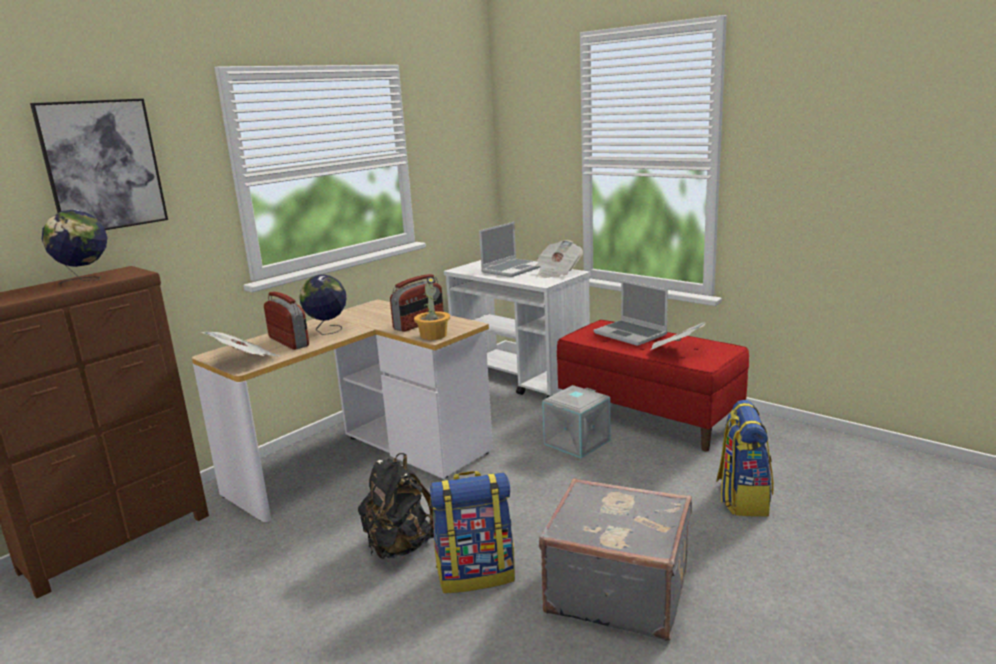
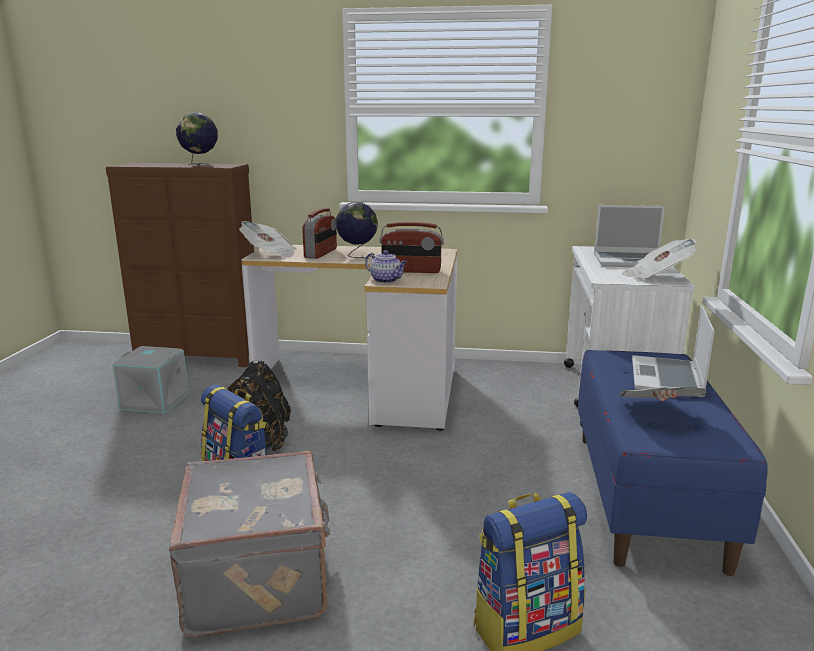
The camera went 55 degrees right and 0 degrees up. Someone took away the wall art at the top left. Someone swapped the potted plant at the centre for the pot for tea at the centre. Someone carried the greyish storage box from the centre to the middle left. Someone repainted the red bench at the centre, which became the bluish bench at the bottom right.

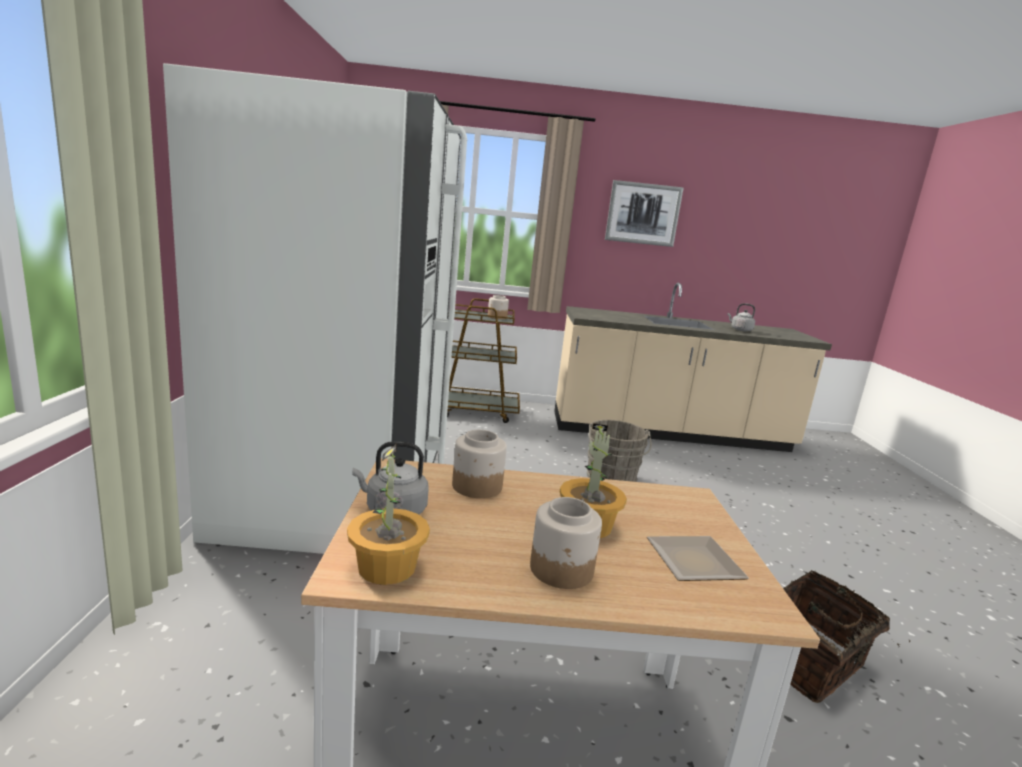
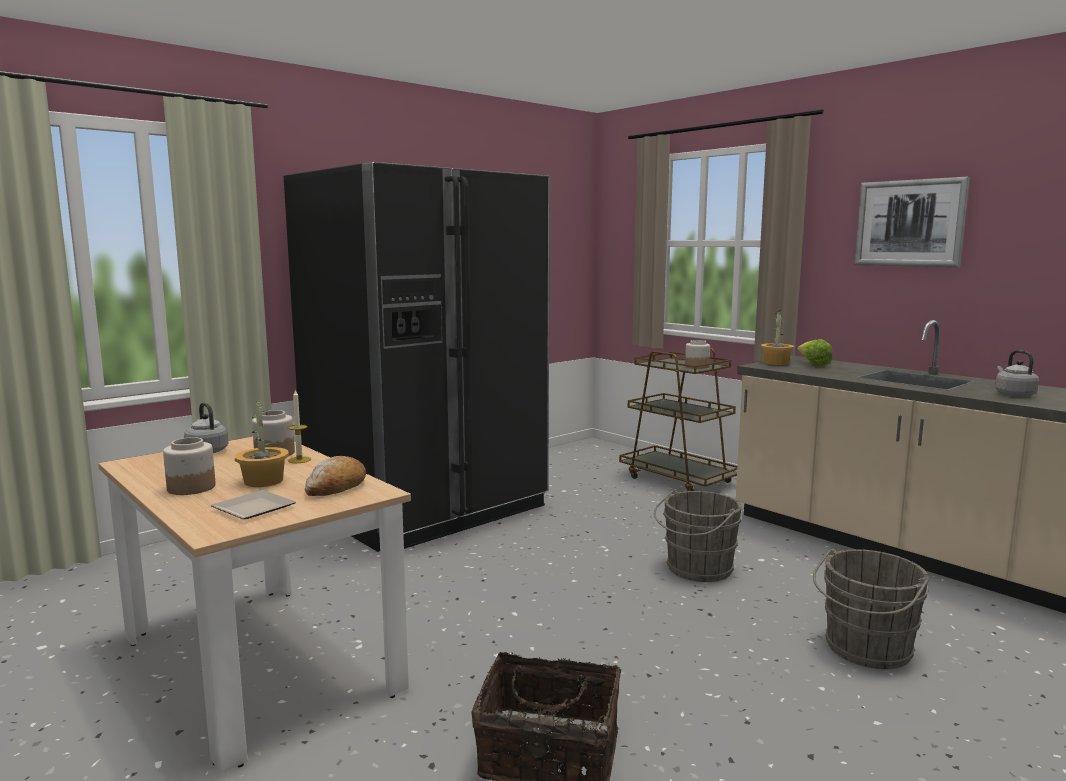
The camera went 50 degrees right and 5 degrees down. Someone repainted the white-coloured fridge at the middle left, which became the black fridge at the centre. Someone carried the potted plant (1st from left in the first image) from the bottom centre to the middle right. Someone put down the wax candle at the middle left. Someone put down the bakery bread at the middle left. Someone put down the head of lettuce at the middle right. Someone put down the greyish water bucket (2nd from left) at the bottom right.

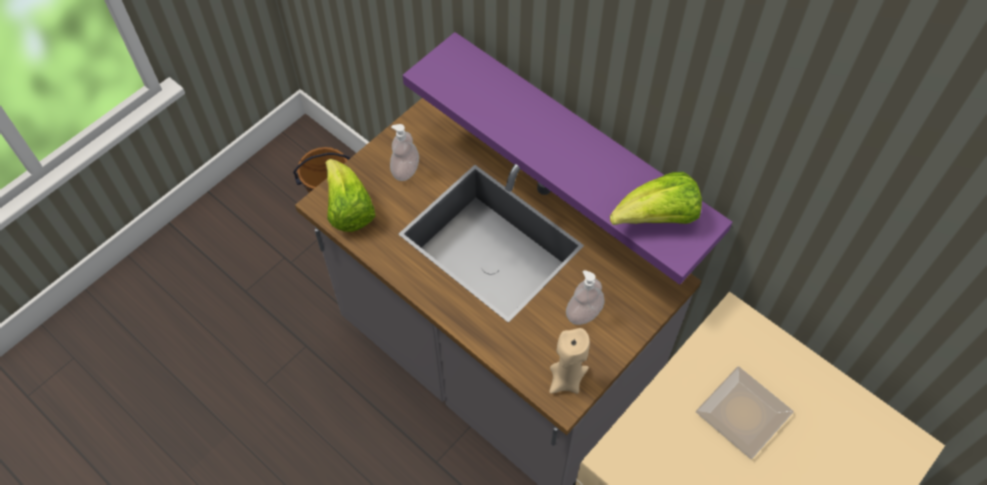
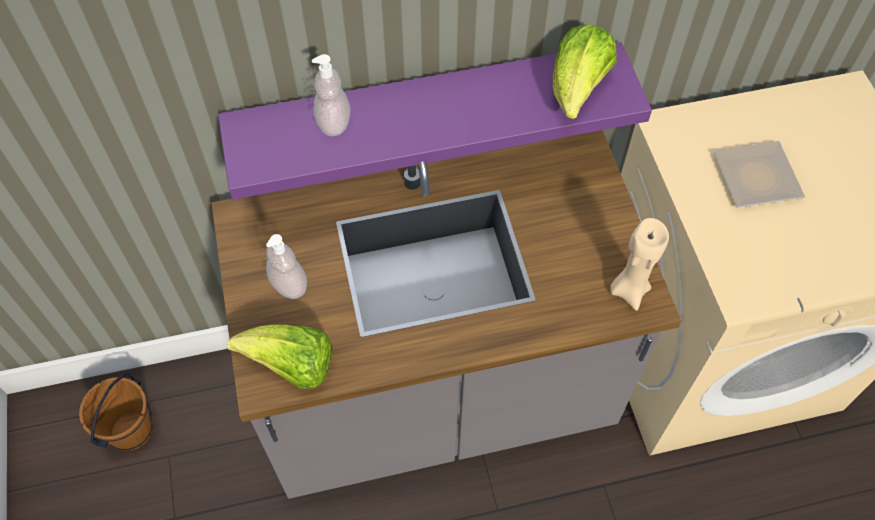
The camera went 55 degrees left and 0 degrees up. Someone carried the soap dispenser (2nd from left) from the centre to the top centre.

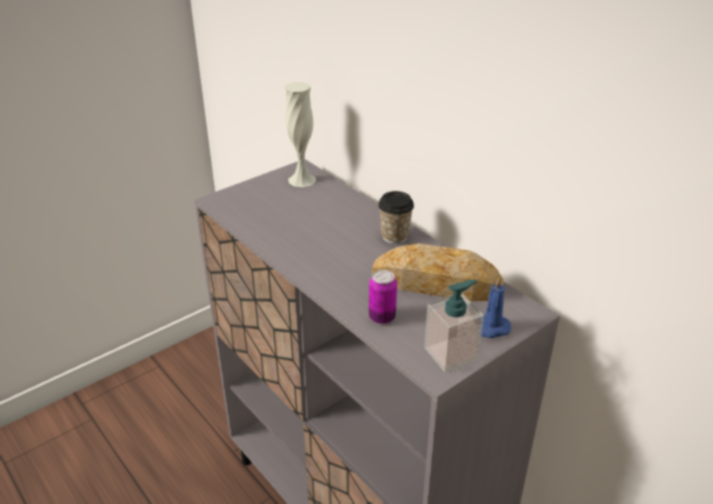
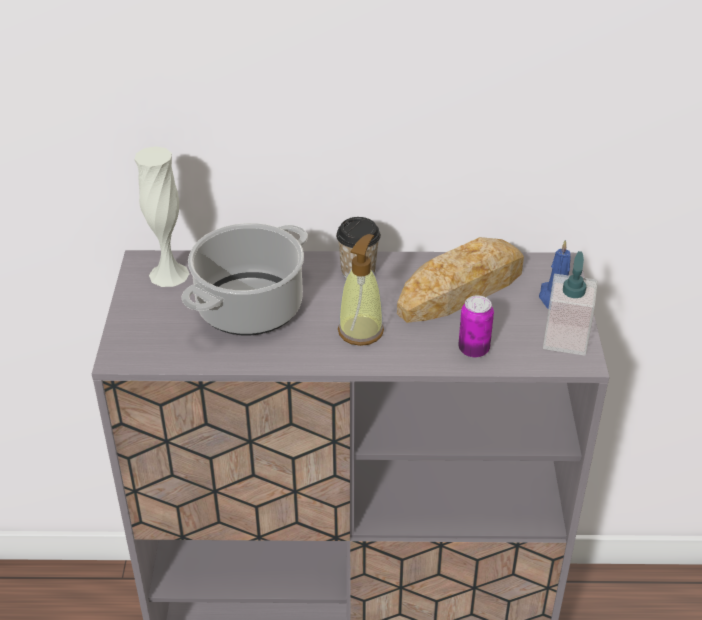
The camera went 50 degrees left and 5 degrees up. Someone put down the stockpot at the centre. Someone put down the soap dispenser (1st from left) at the centre.

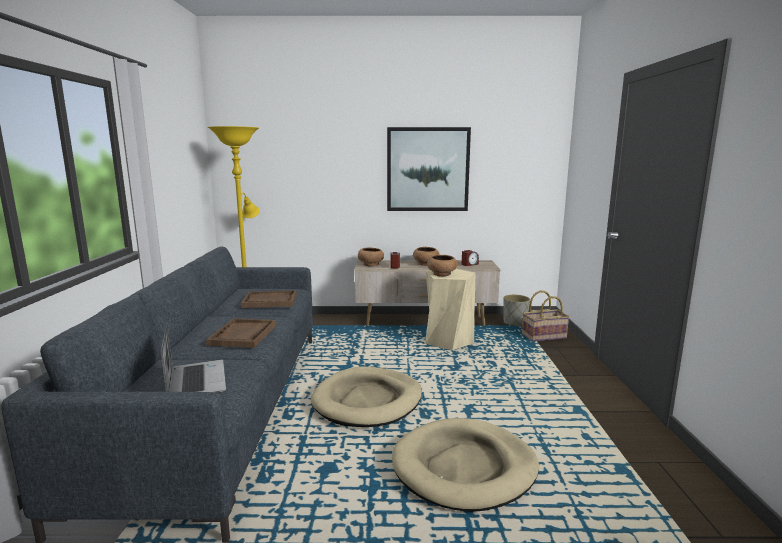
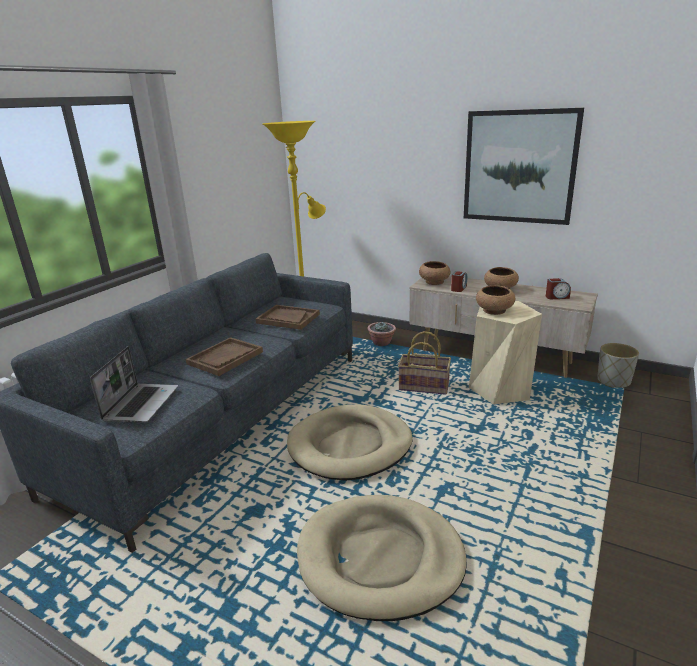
The camera went 30 degrees right and 10 degrees up. Someone carried the basket from the middle right to the centre. Someone put down the potted plant at the centre.

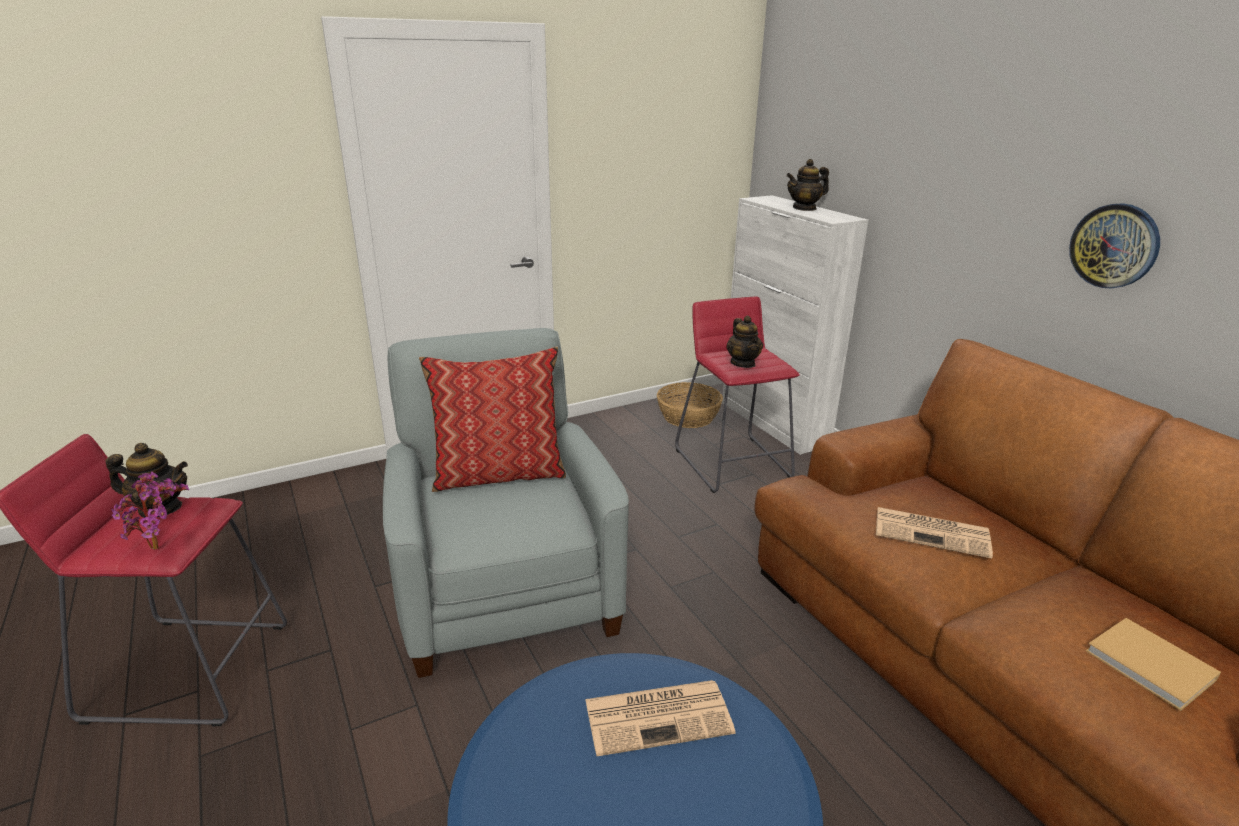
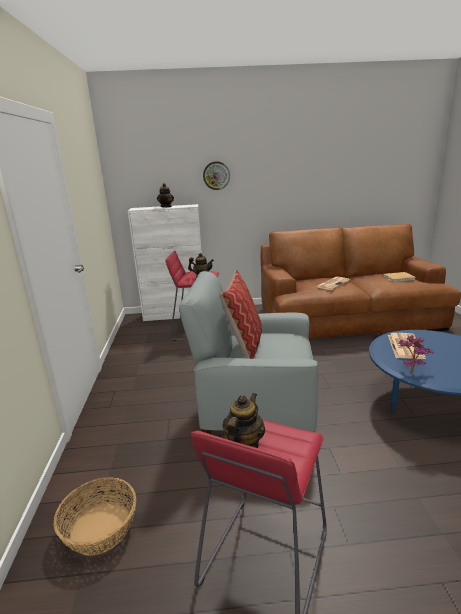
The camera went 65 degrees left and 5 degrees down. Someone carried the potted plant from the middle left to the middle right. Someone carried the basket from the centre to the bottom left. Someone carried the wall clock from the top right to the top centre.

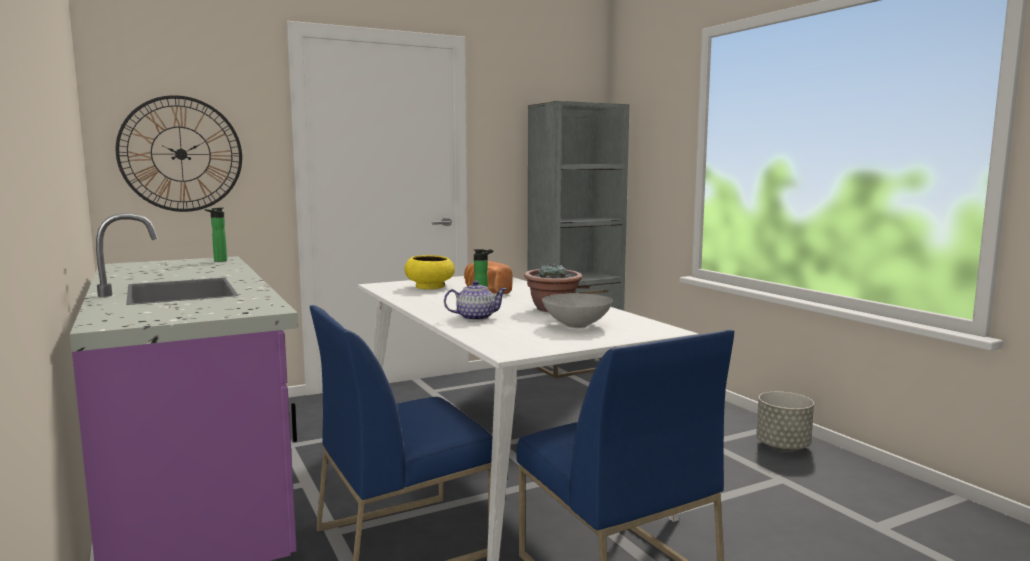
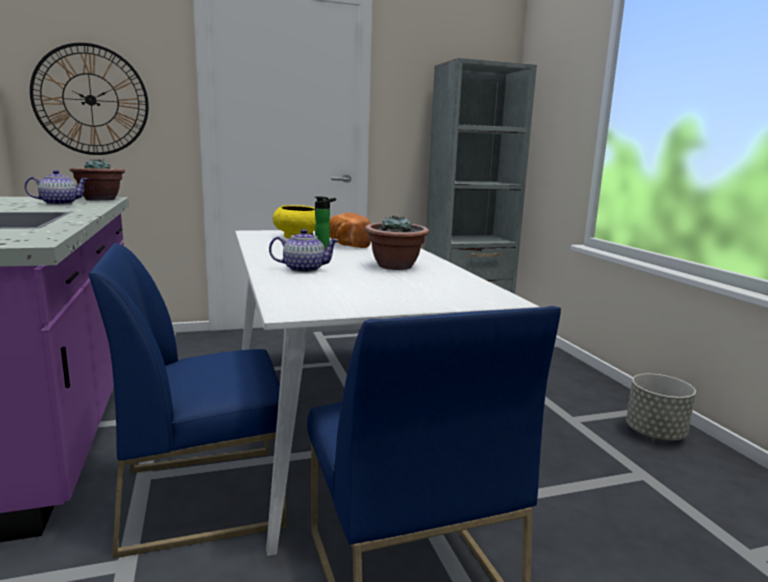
The camera went 10 degrees right and 5 degrees up. Someone swapped the beverage bottle (1st from left) at the middle left for the potted plant (1st from left) at the top left. Someone took away the greyish serving bowl at the centre. Someone put down the pot for tea (1st from left) at the top left.

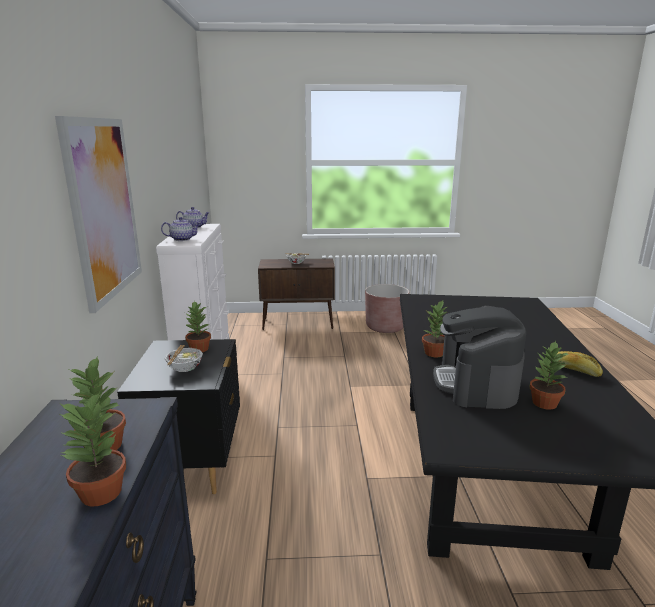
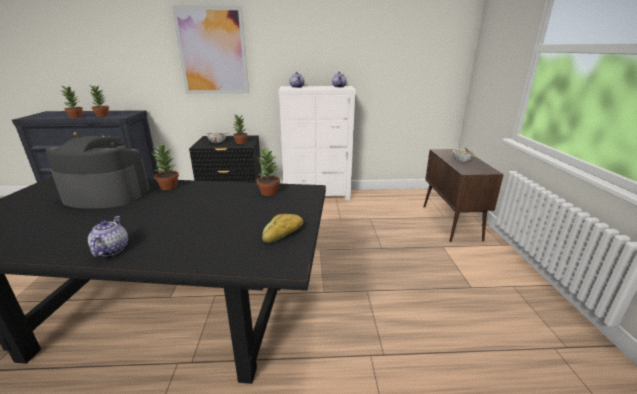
The camera went 90 degrees right and 5 degrees up. Someone took away the brown-coloured planter at the centre. Someone carried the potted plant (5th from left) from the middle right to the centre. Someone carried the bakery bread from the middle right to the centre. Someone put down the pot for tea (1st from left) at the middle left.

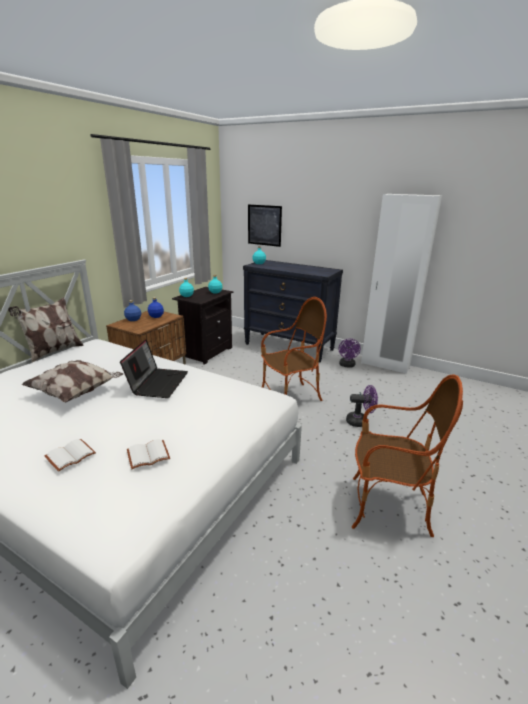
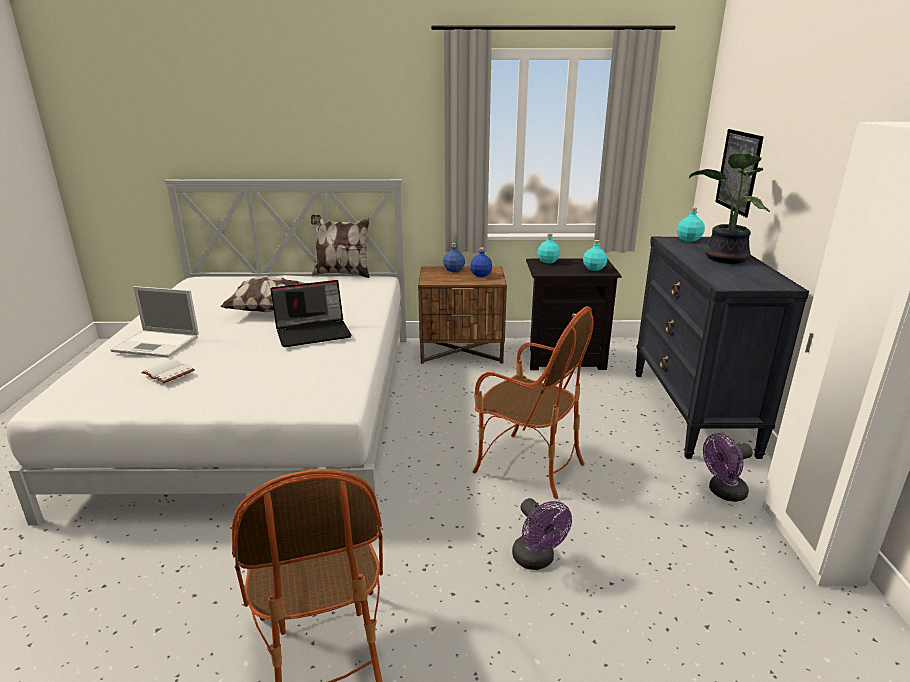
The camera went 60 degrees right and 0 degrees up. Someone swapped the white-coloured bound book (1st from left) at the middle left for the laptop (1st from left) at the middle left. Someone put down the potted plant at the top right.

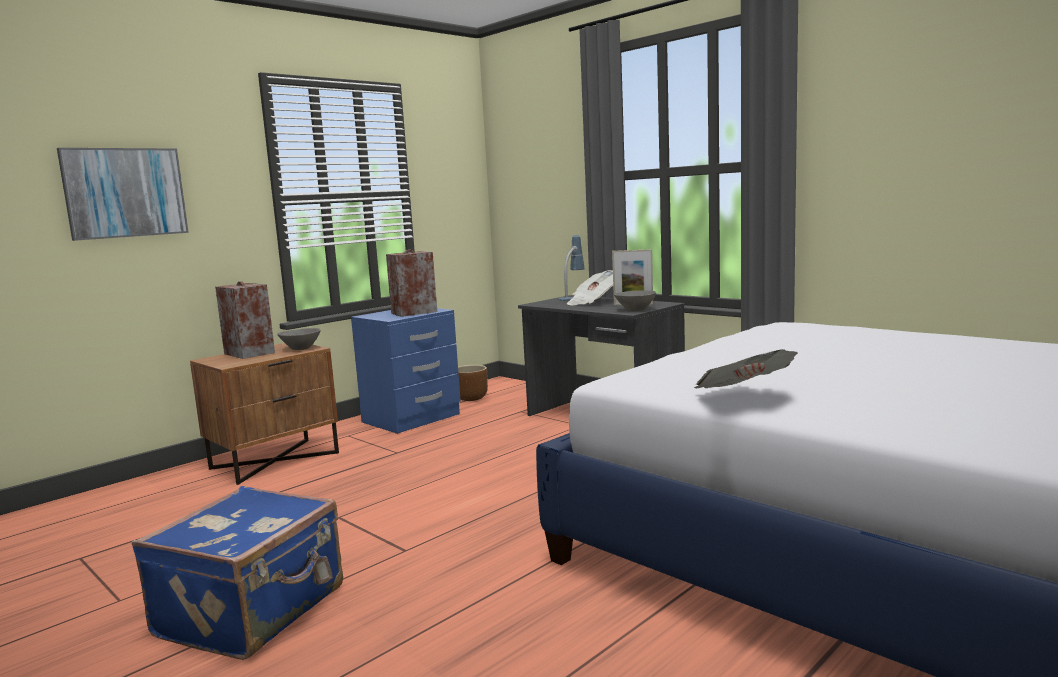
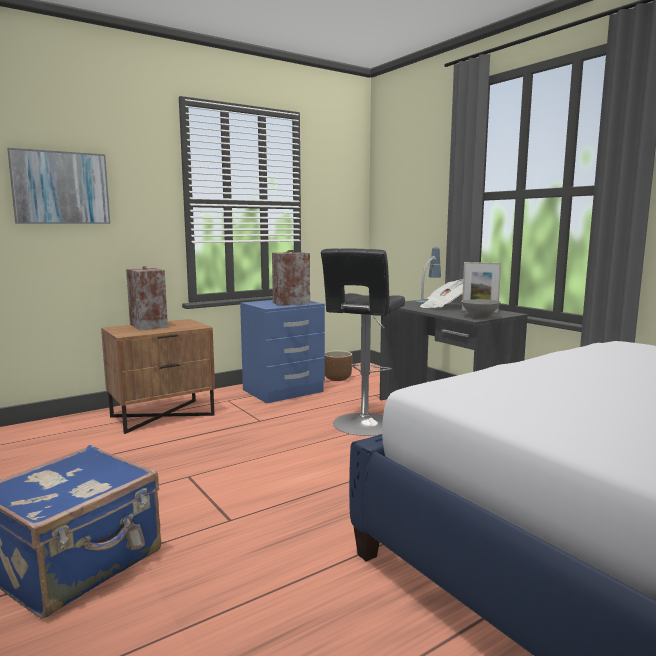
The camera went 10 degrees right and 0 degrees up. Someone took away the greyish serving bowl (1st from left) at the middle left. Someone took away the printed paper (2nd from left) at the middle right. Someone put down the black stool seat at the centre.

